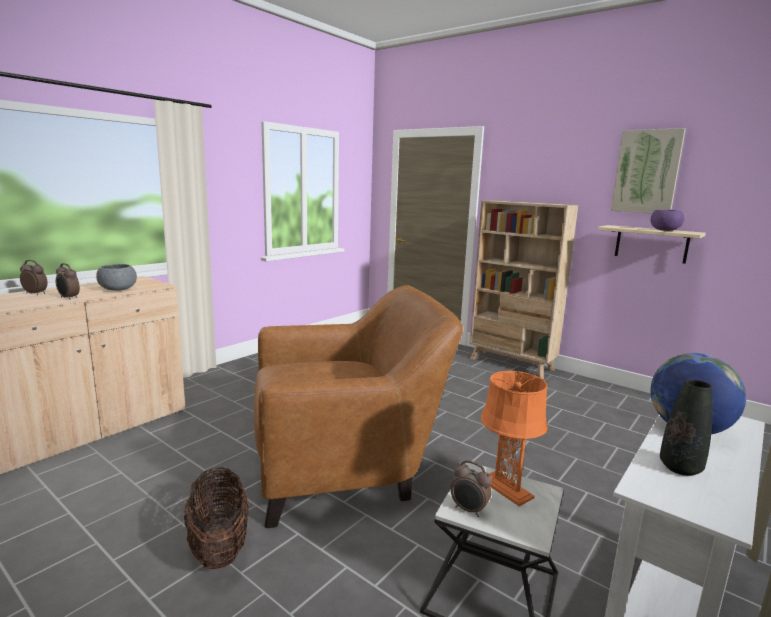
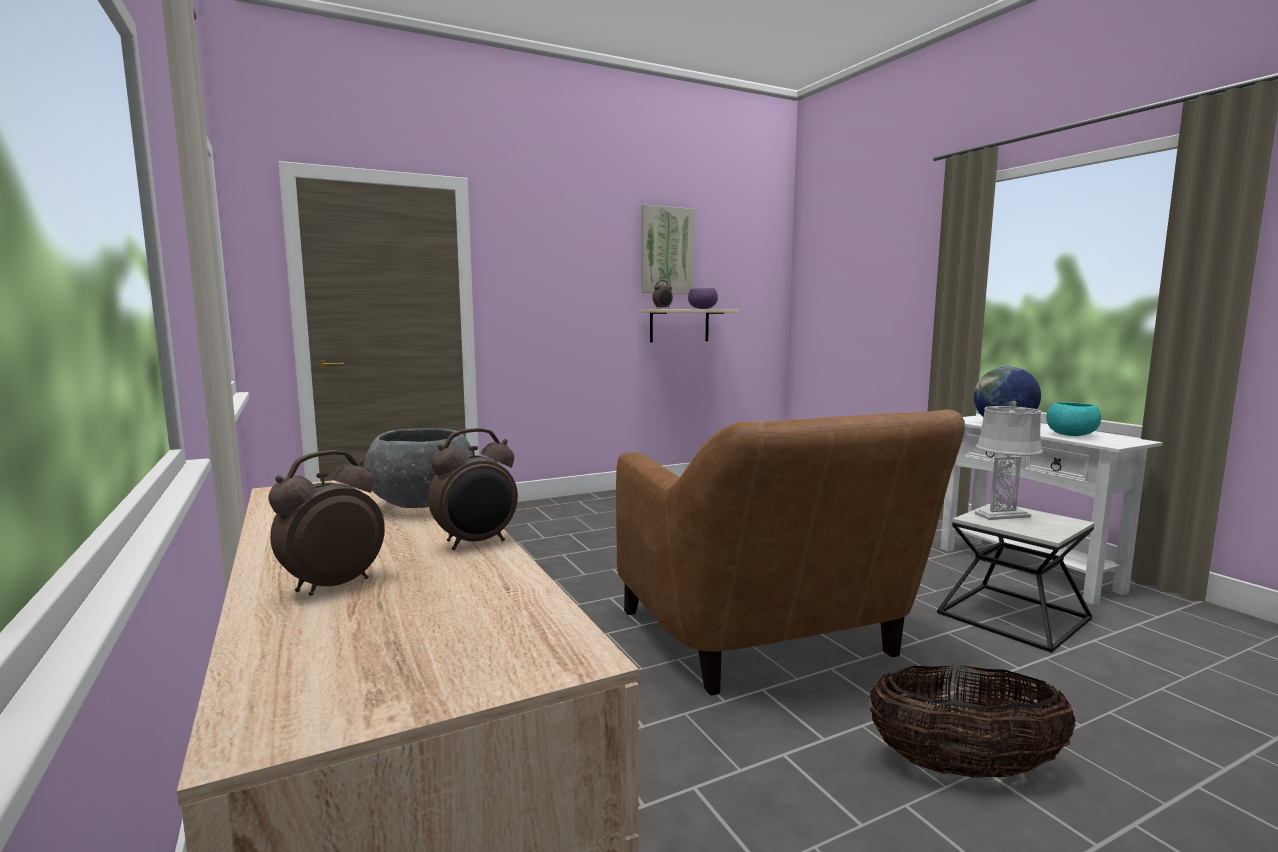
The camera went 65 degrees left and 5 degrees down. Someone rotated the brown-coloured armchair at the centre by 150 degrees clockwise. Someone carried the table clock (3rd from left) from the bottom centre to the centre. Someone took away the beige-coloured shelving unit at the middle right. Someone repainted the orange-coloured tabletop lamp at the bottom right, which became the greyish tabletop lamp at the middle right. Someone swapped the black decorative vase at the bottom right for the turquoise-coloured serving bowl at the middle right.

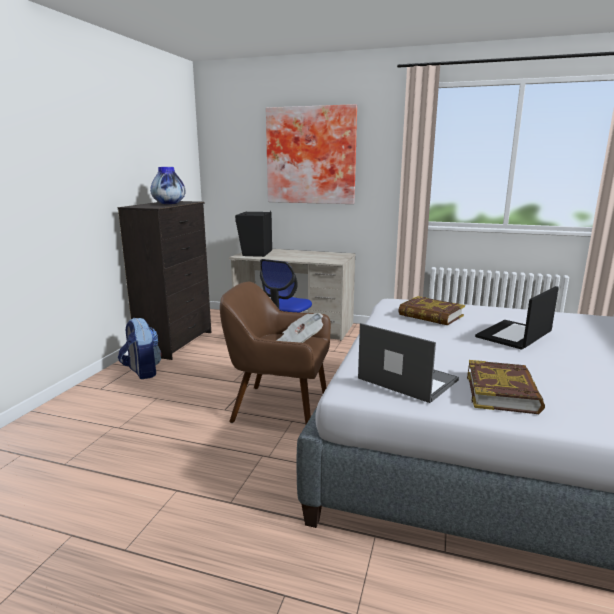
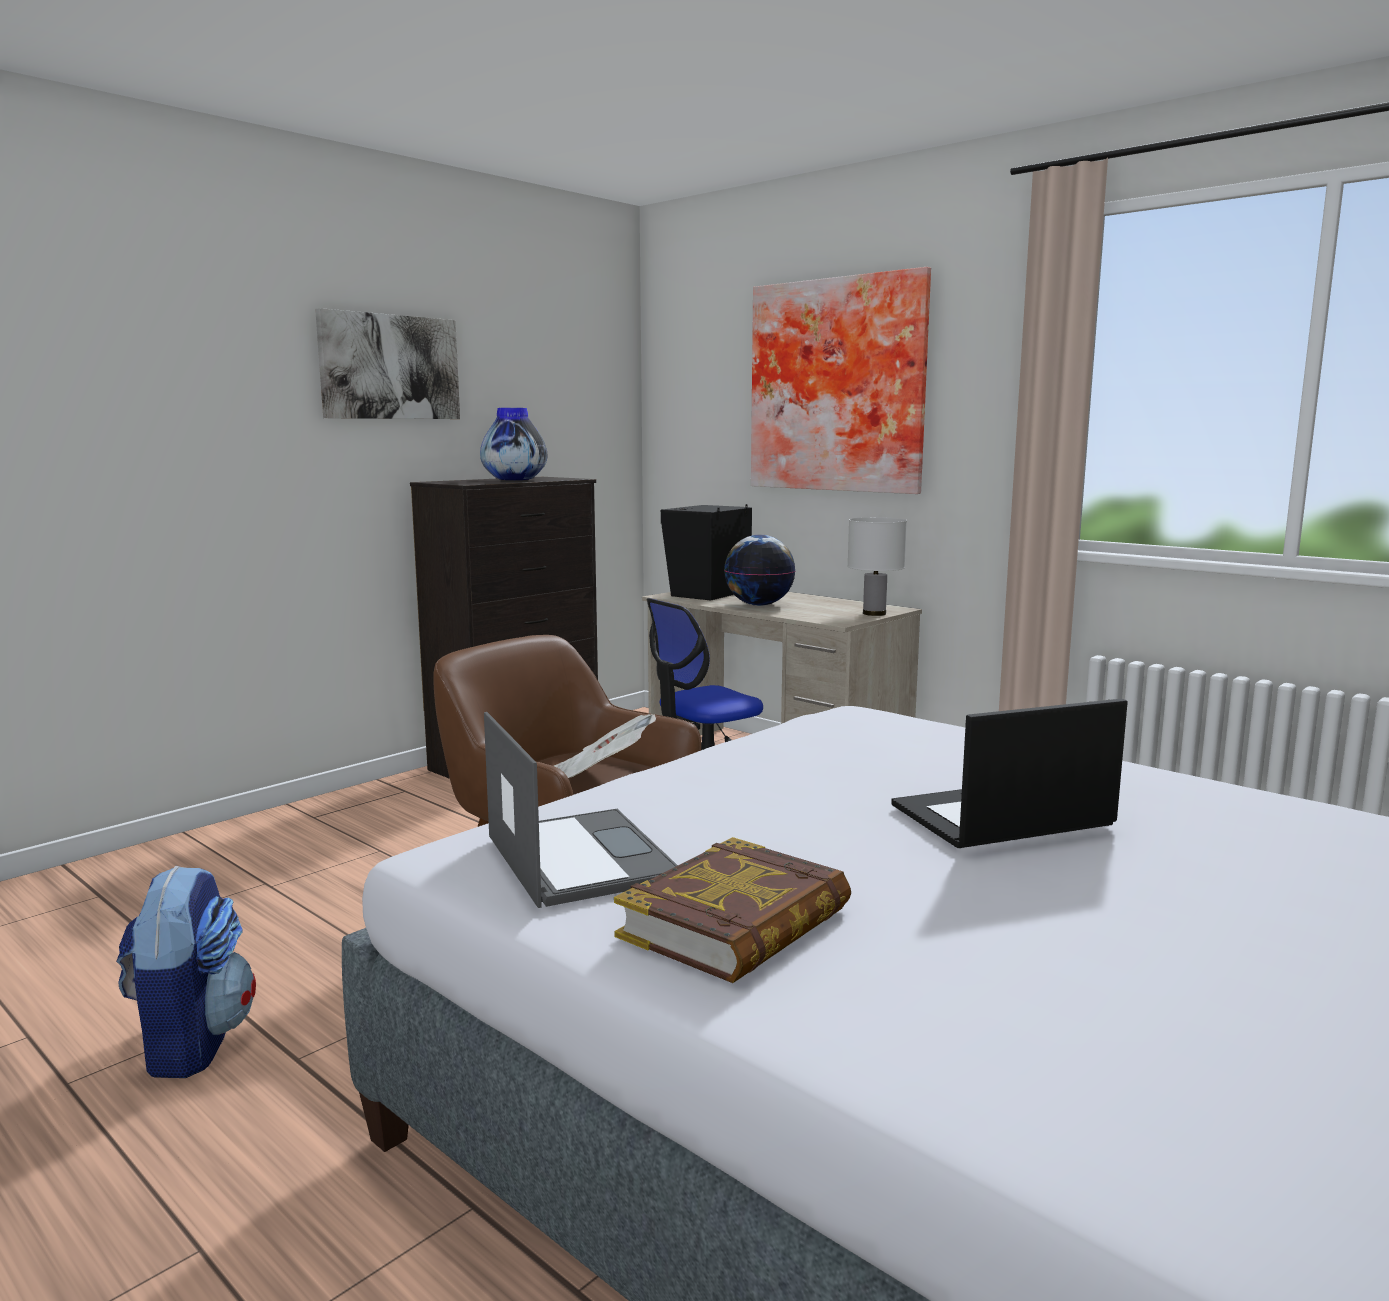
The camera went 25 degrees right and 5 degrees down. Someone carried the knapsack from the middle left to the bottom left. Someone took away the bound book (1st from left) at the middle right. Someone put up the wall art (1st from left) at the top left. Someone put down the globe at the centre. Someone put down the white-coloured tabletop lamp at the centre.

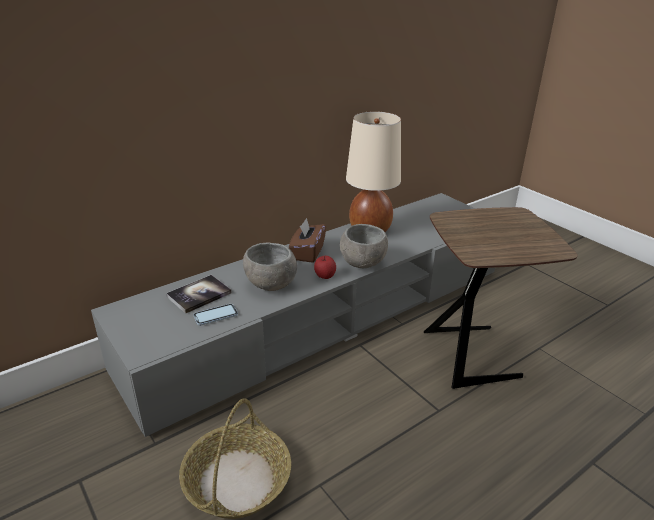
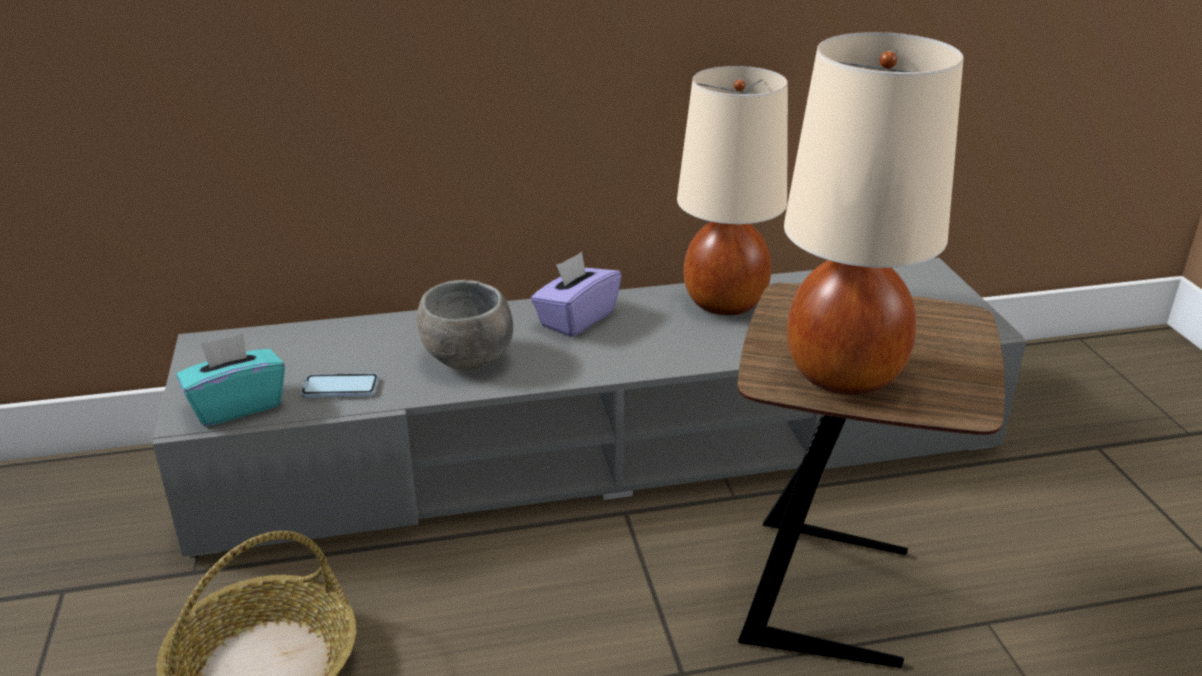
The camera went 25 degrees right and 0 degrees up. Someone took away the bound book at the middle left. Someone repainted the brown-coloured tissue box at the centre, which became the purplish tissue box at the centre. Someone took away the whole apple at the centre. Someone took away the greyish serving bowl (2nd from left) at the centre. Someone put down the turquoise-coloured tissue box at the middle left. Someone put down the beige-coloured tabletop lamp (2nd from left) at the top right.

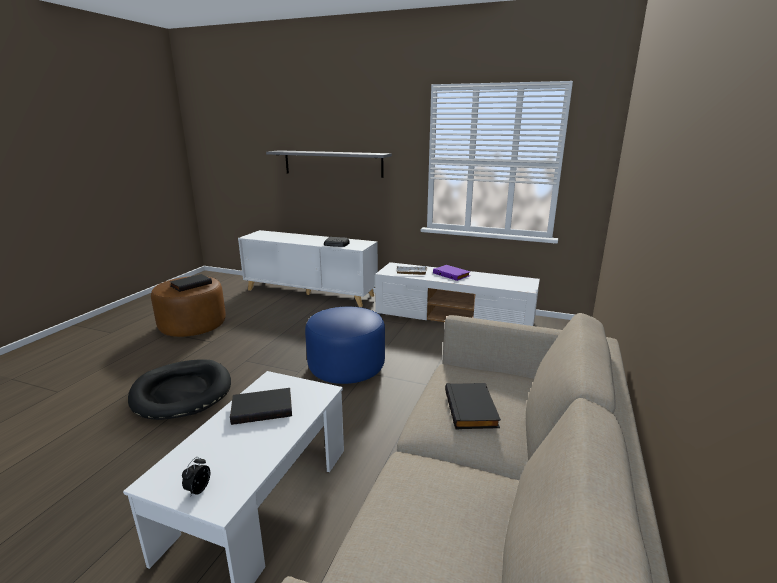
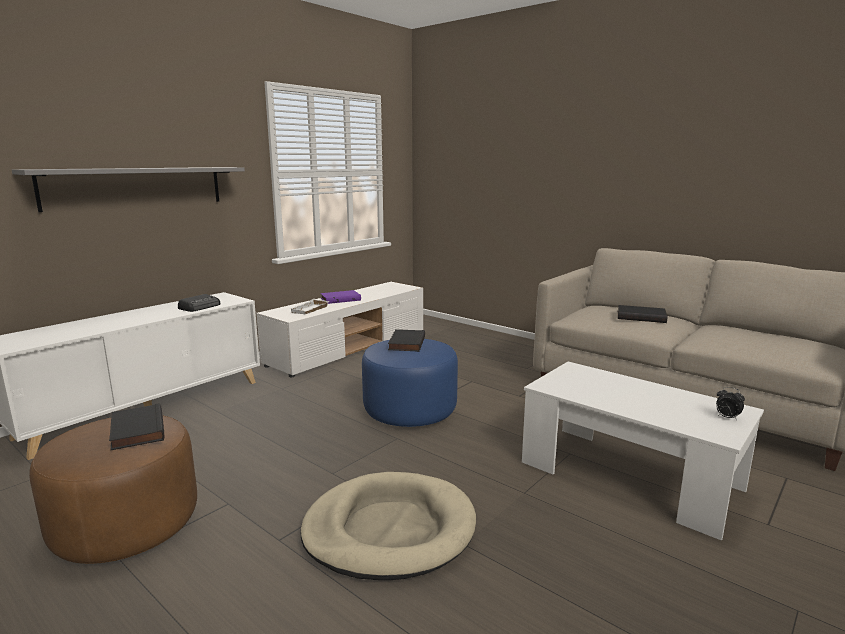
The camera went 70 degrees left and 5 degrees down. Someone repainted the black pet bed at the bottom left, which became the beige-coloured pet bed at the bottom centre. Someone carried the black bound book (2nd from left) from the bottom centre to the centre.

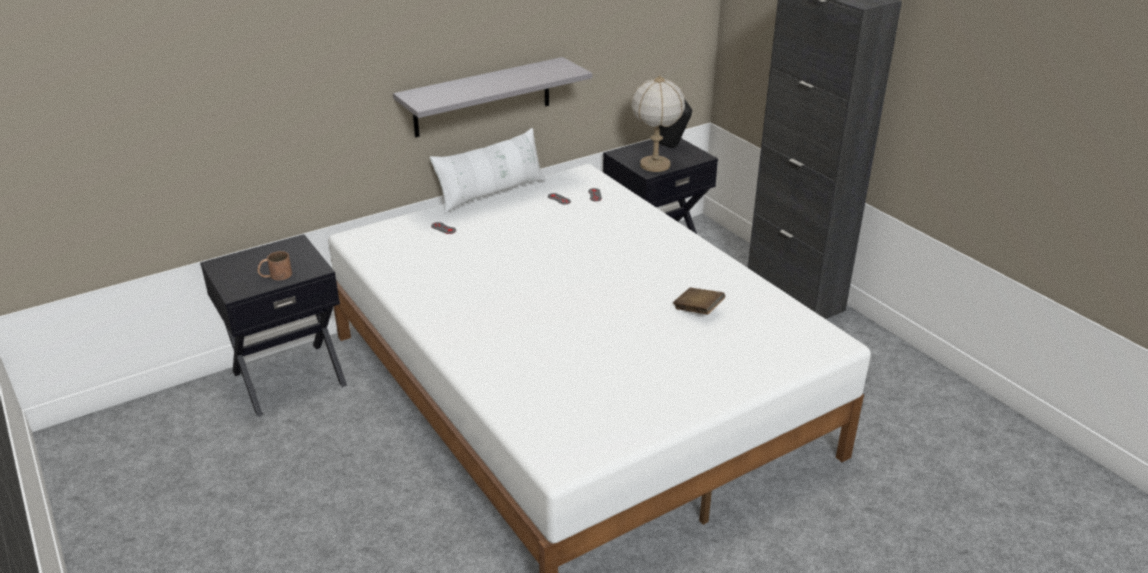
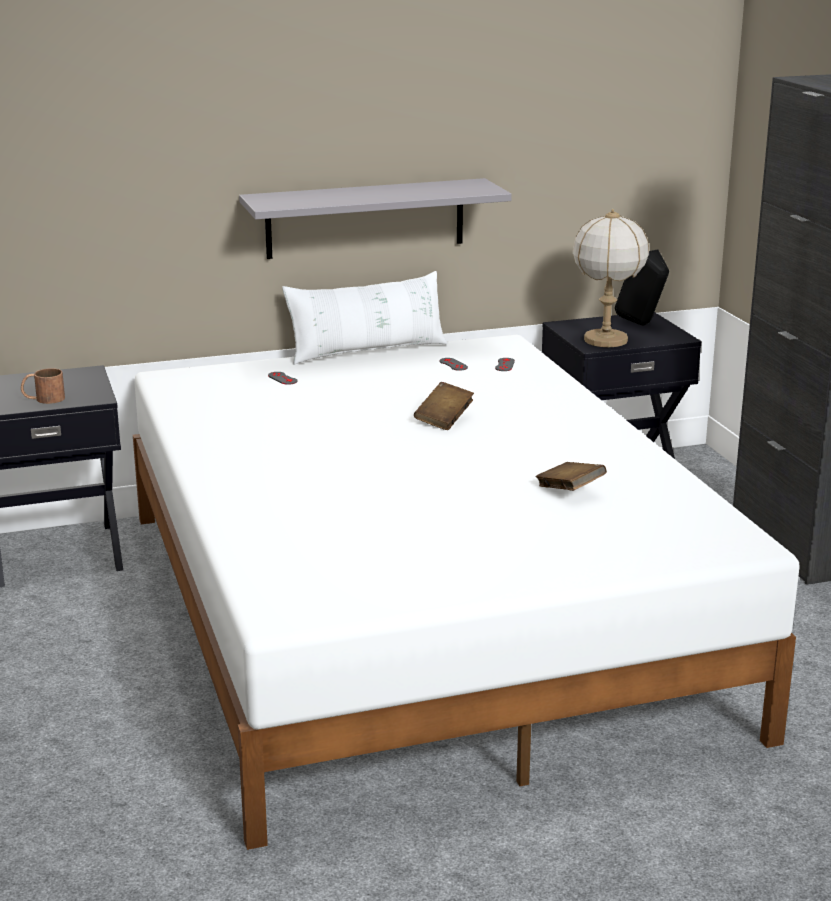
The camera went 15 degrees right and 10 degrees down. Someone put down the brown-coloured bound book (1st from left) at the centre.

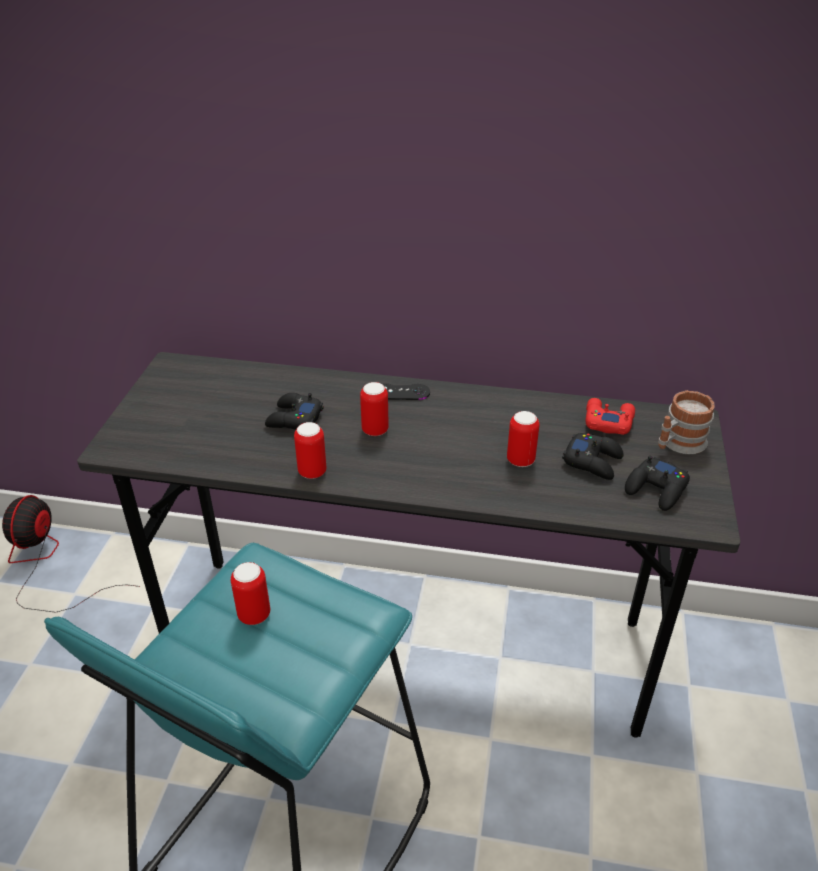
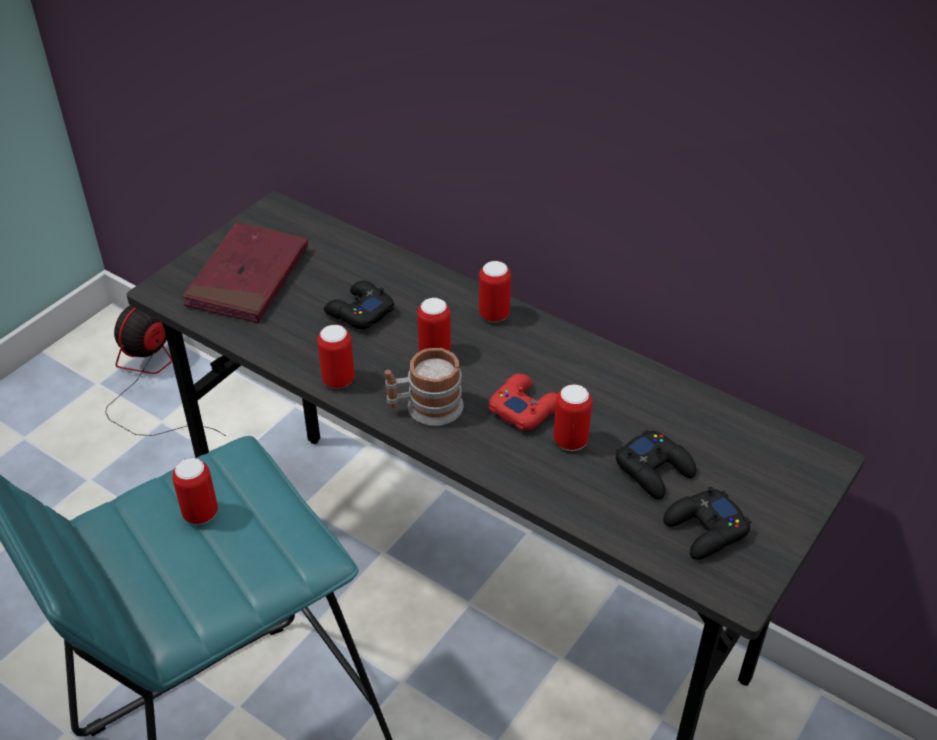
The camera went 25 degrees right and 5 degrees up. Someone swapped the black joypad (2nd from left) at the centre for the can (4th from left) at the centre. Someone carried the red joypad from the middle right to the centre. Someone carried the mug from the middle right to the centre. Someone put down the red bound book at the middle left.

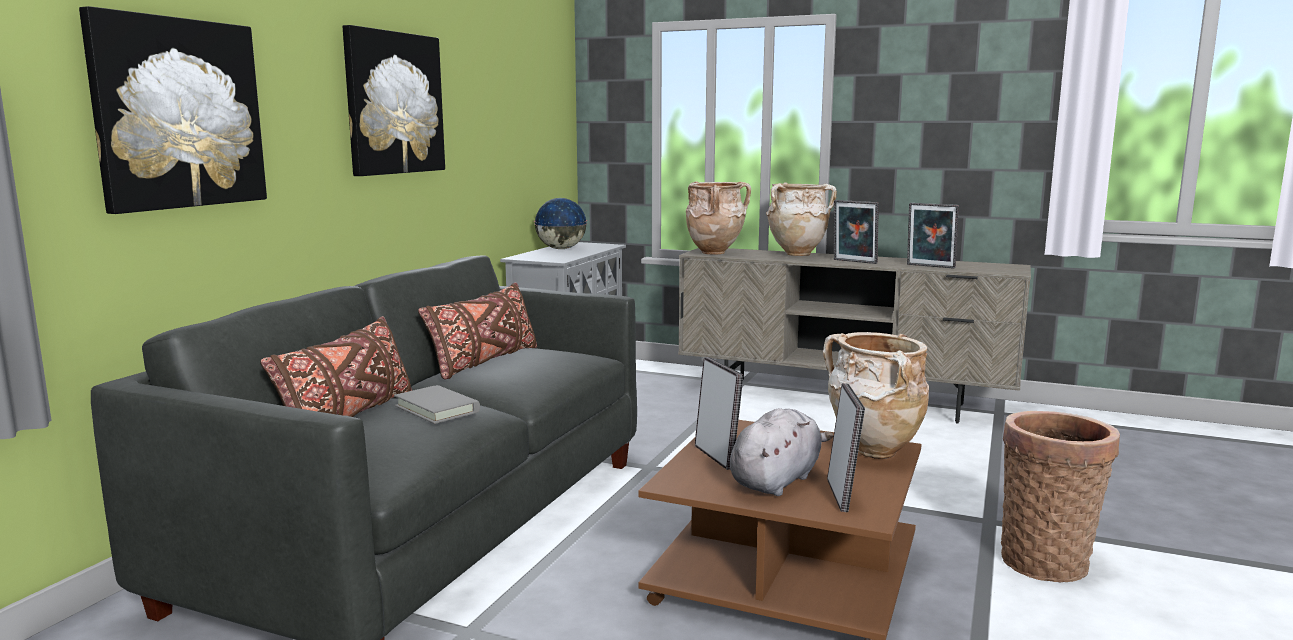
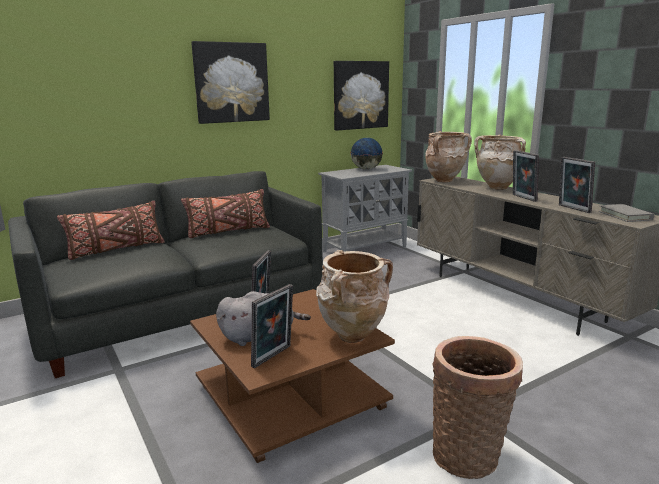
The camera went 35 degrees right and 5 degrees up. Someone carried the wall art (1st from left in the first image) from the top left to the top centre. Someone carried the greyish bound book from the centre to the middle right.

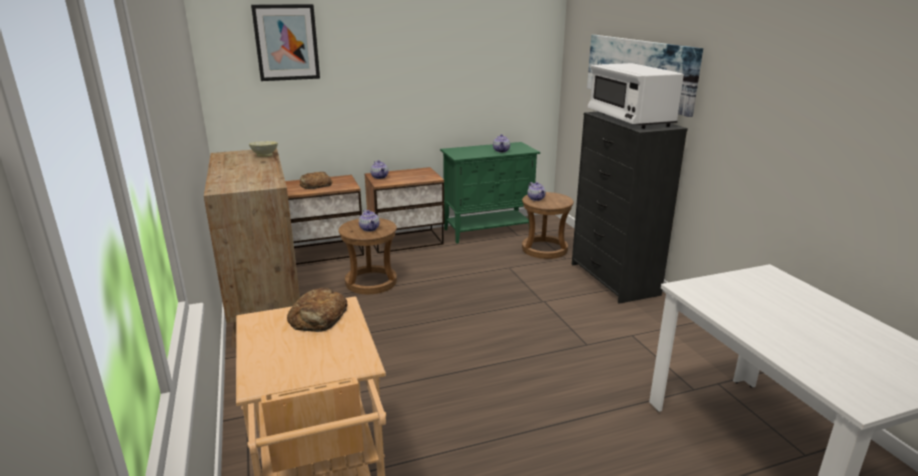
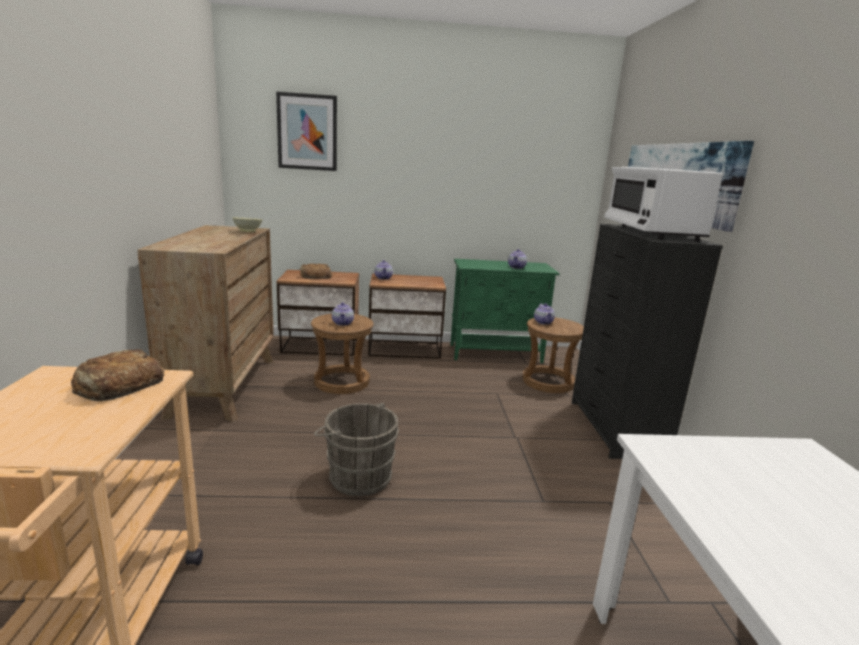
The camera went 15 degrees right and 5 degrees down. Someone put down the greyish water bucket at the bottom centre.

